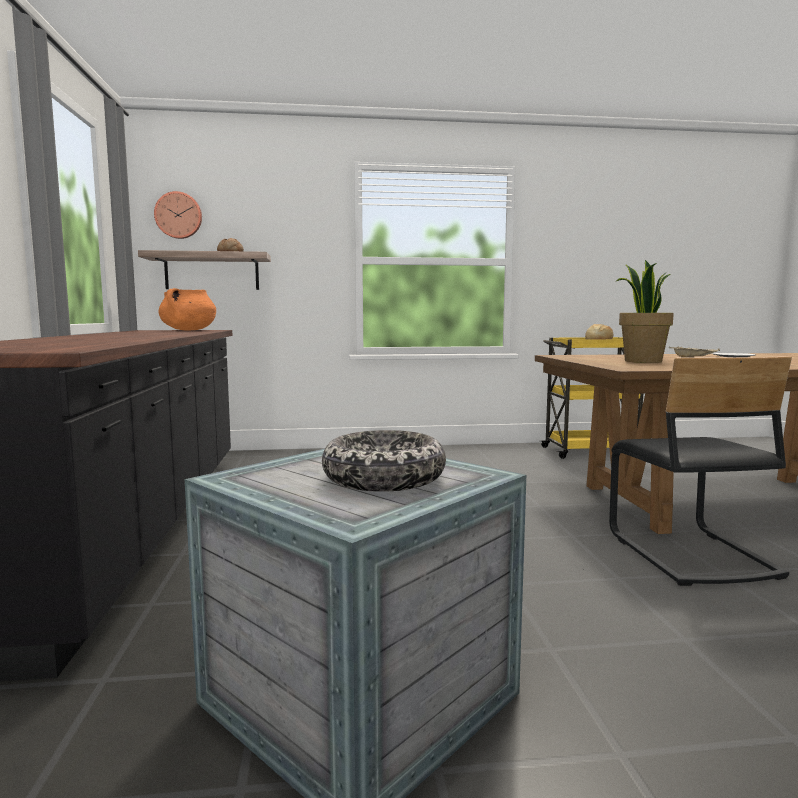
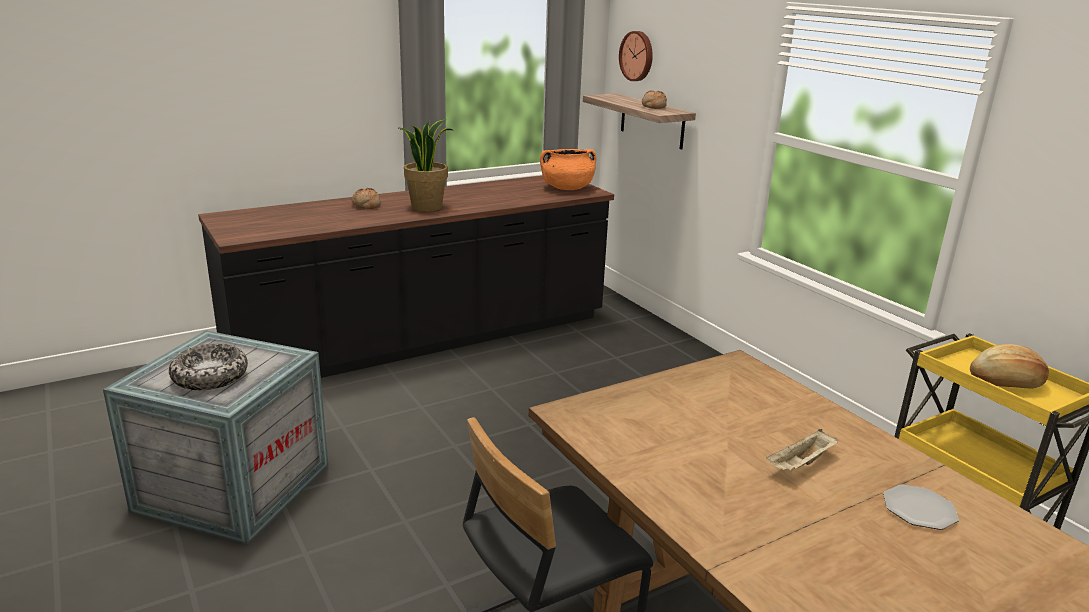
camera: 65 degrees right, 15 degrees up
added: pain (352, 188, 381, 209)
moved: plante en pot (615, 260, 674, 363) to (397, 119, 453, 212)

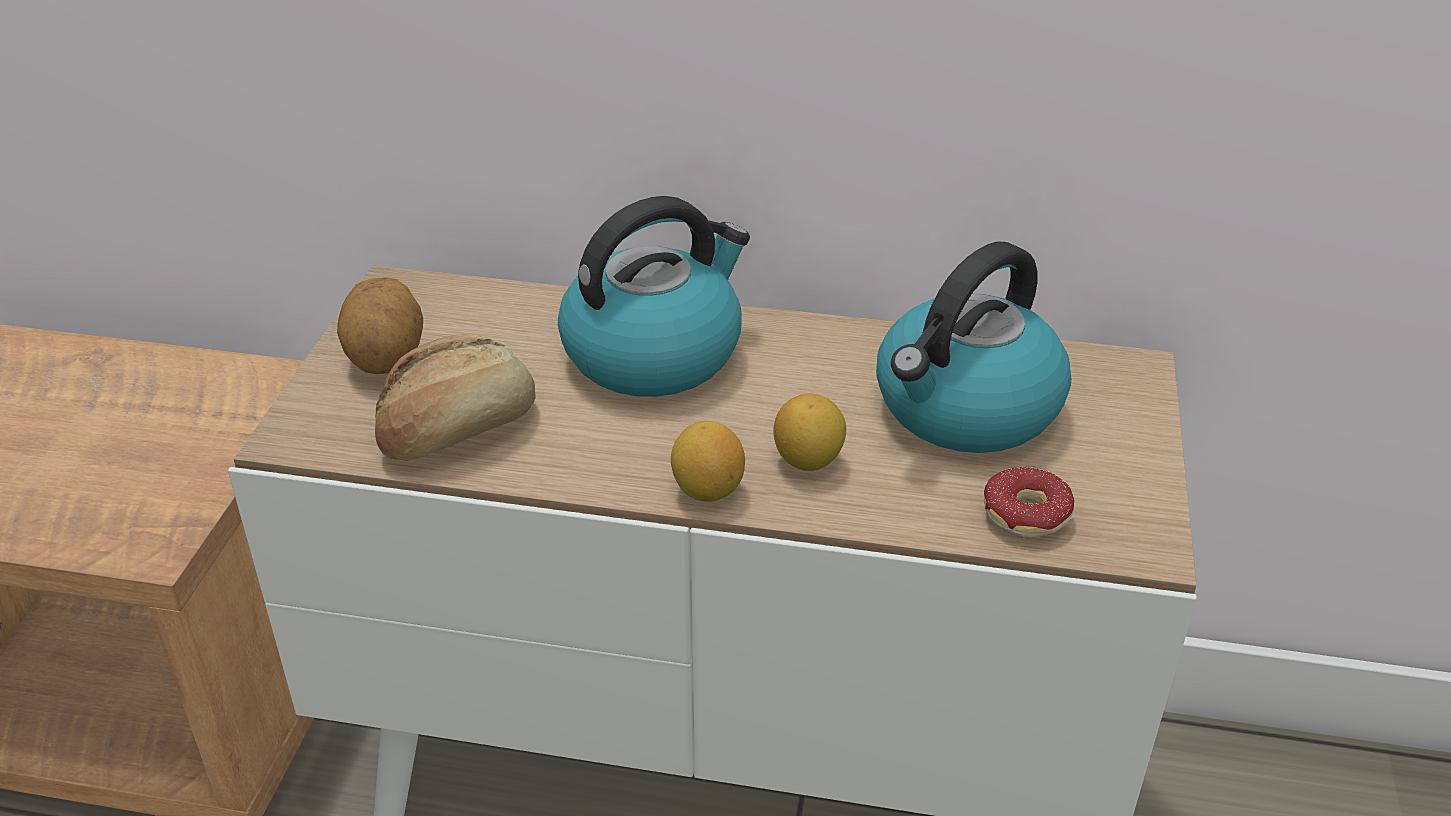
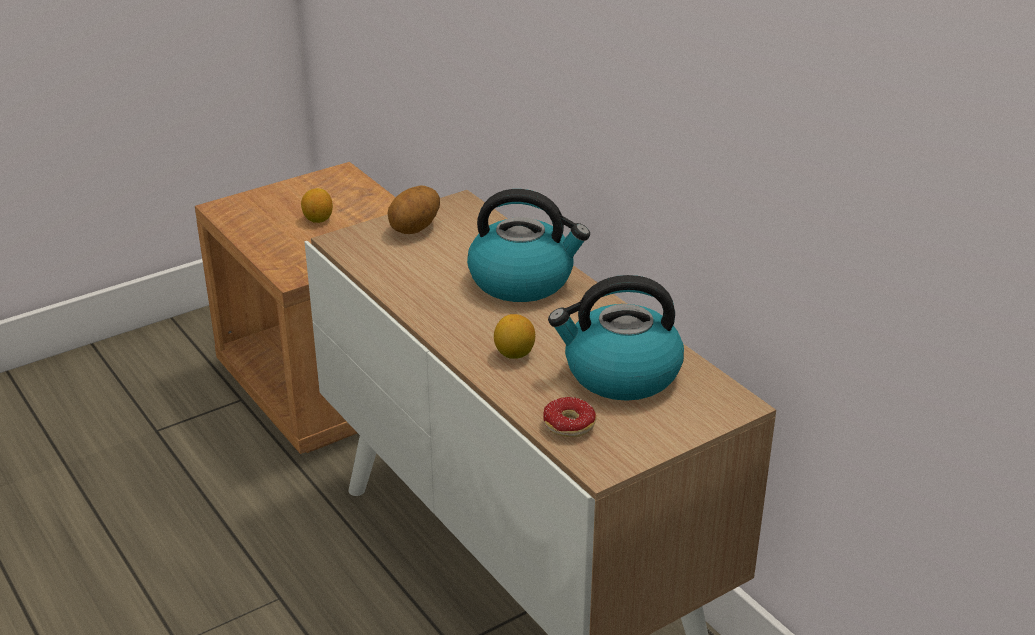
camera: 45 degrees right, 5 degrees down
removed: pain (375, 334, 536, 461)
moved: citron (671, 421, 745, 502) to (301, 188, 333, 223)

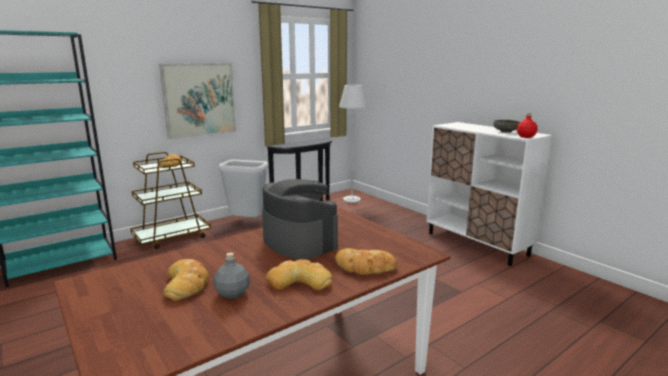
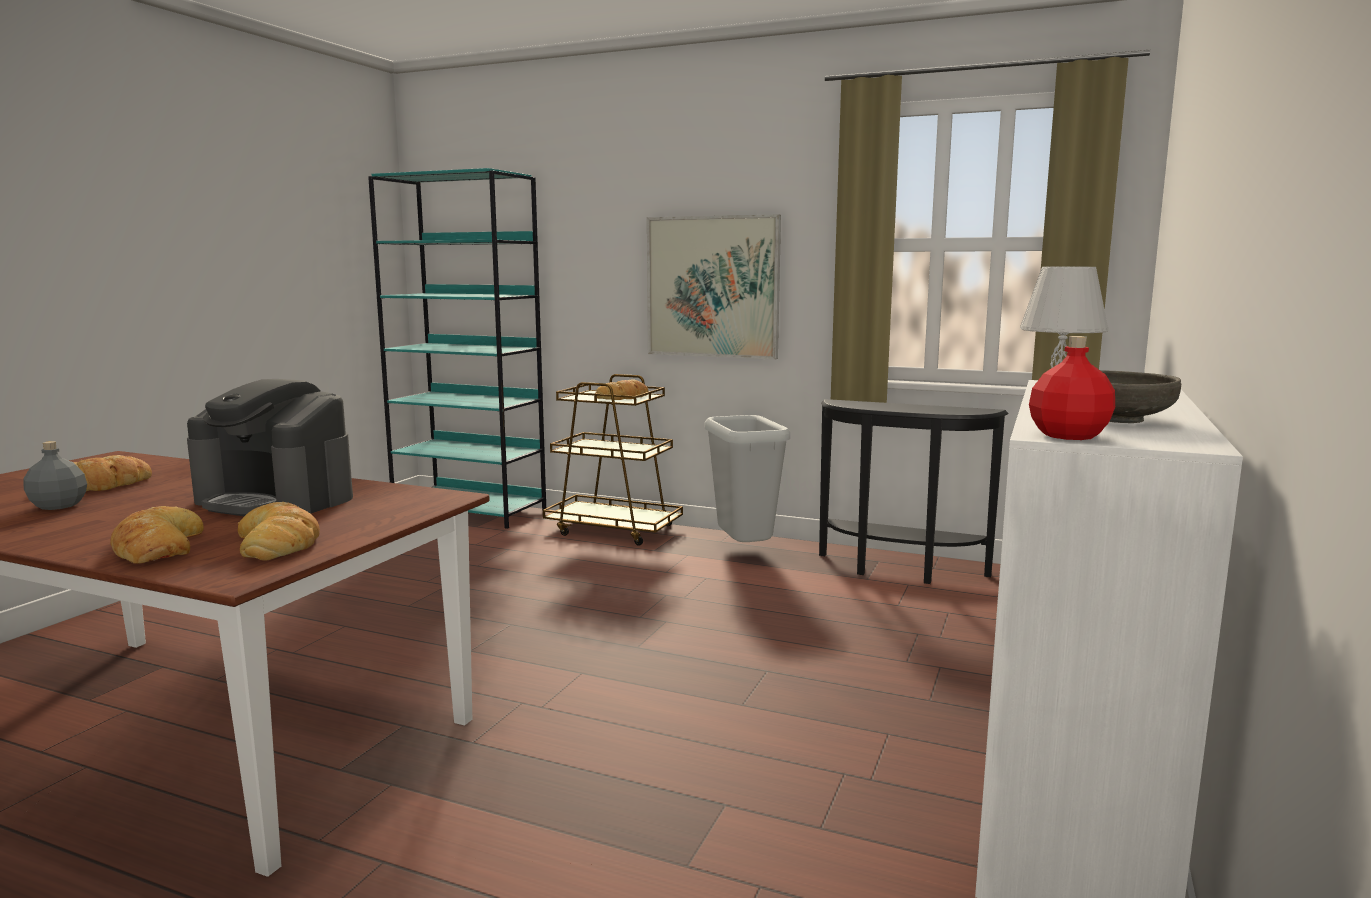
camera: 60 degrees right, 5 degrees down
moved: pain (266, 259, 332, 291) to (238, 502, 320, 561)
turned: machine à café (262, 179, 338, 259) = (187, 379, 353, 516) 90 degrees clockwise

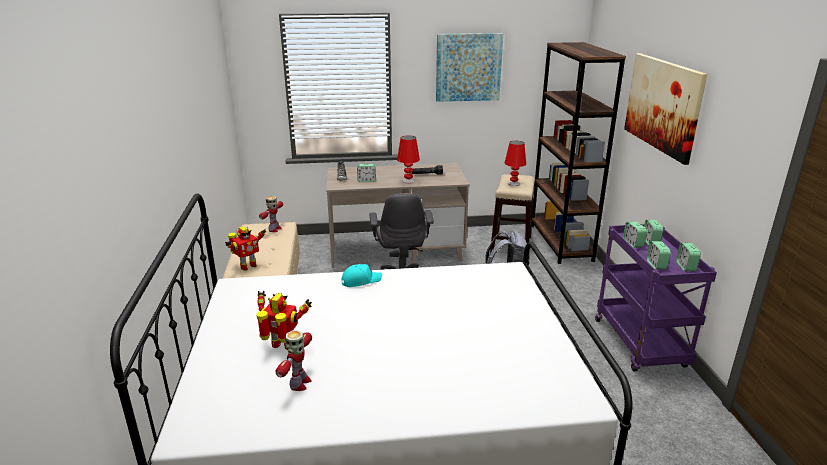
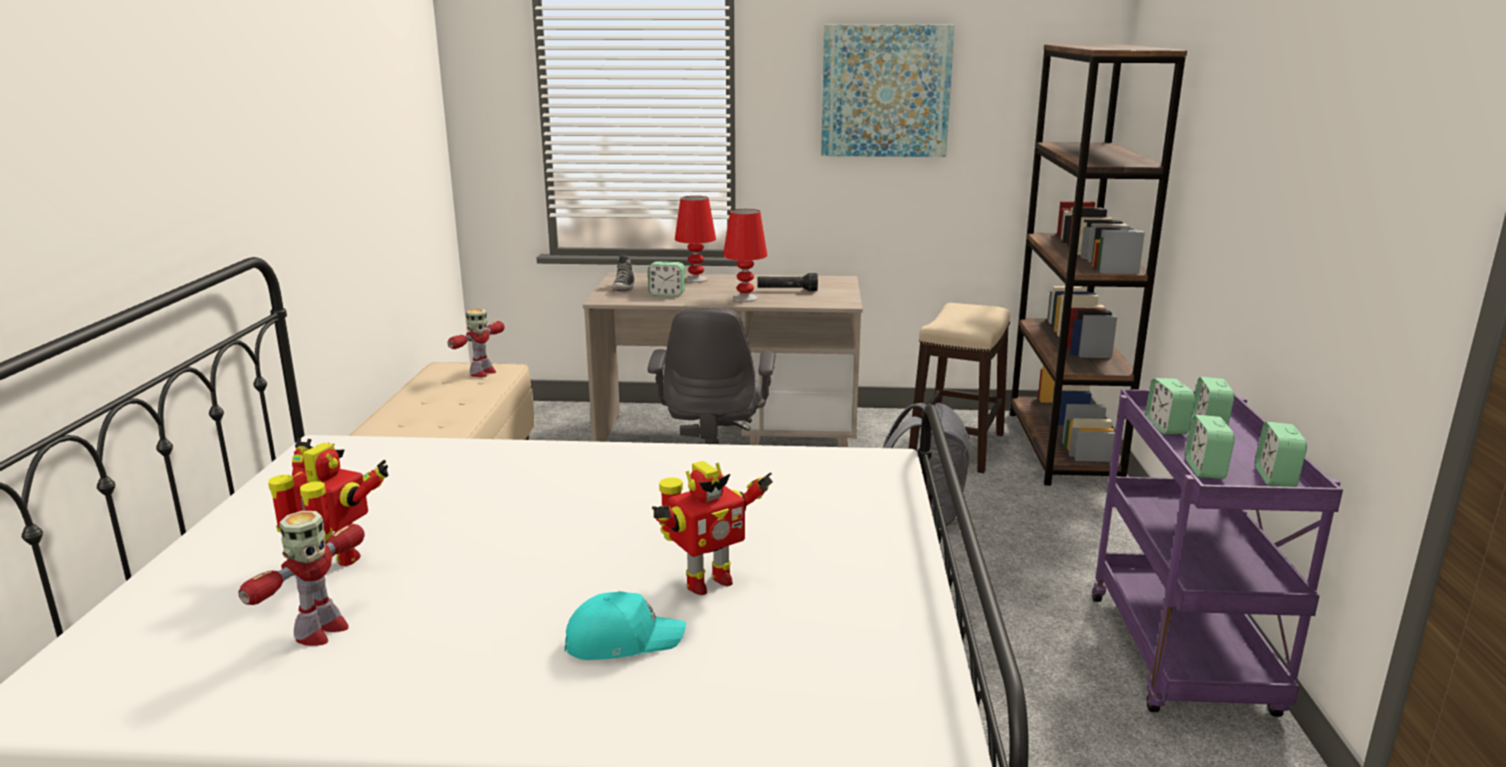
camera: 10 degrees right, 5 degrees down
removed: tableau (624, 53, 707, 165)
moved: robot jouet (225, 226, 267, 271) to (652, 461, 773, 595); casquette (turquoise) (341, 264, 382, 287) to (565, 591, 686, 660); lampe de table (rouge) (505, 141, 526, 186) to (675, 196, 716, 283)

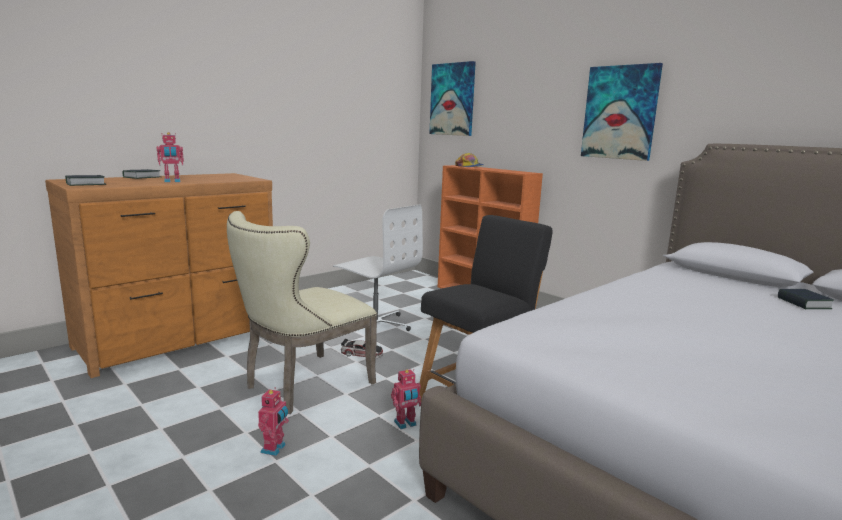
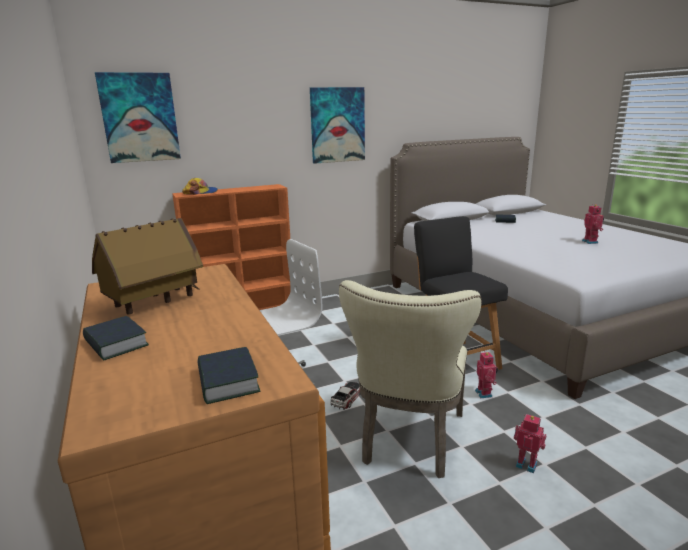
camera: 70 degrees left, 5 degrees up
added: maison miniature (92, 218, 203, 315)
moved: robot jouet (156, 132, 184, 182) to (582, 204, 604, 244)
turned: chaise (beige) (227, 211, 377, 414) = (339, 280, 482, 478) 45 degrees clockwise

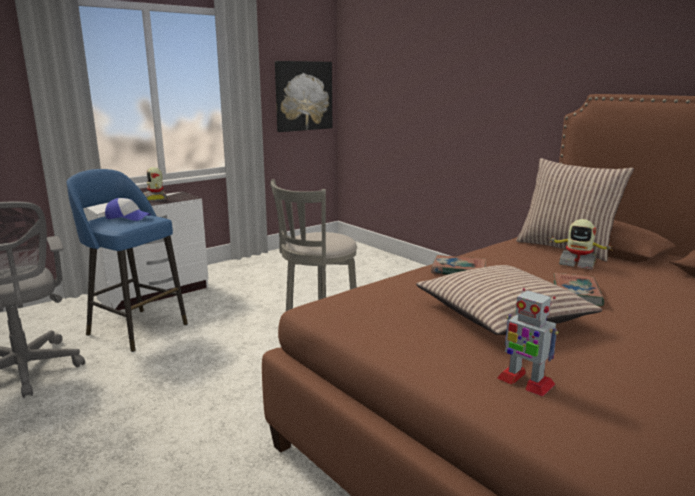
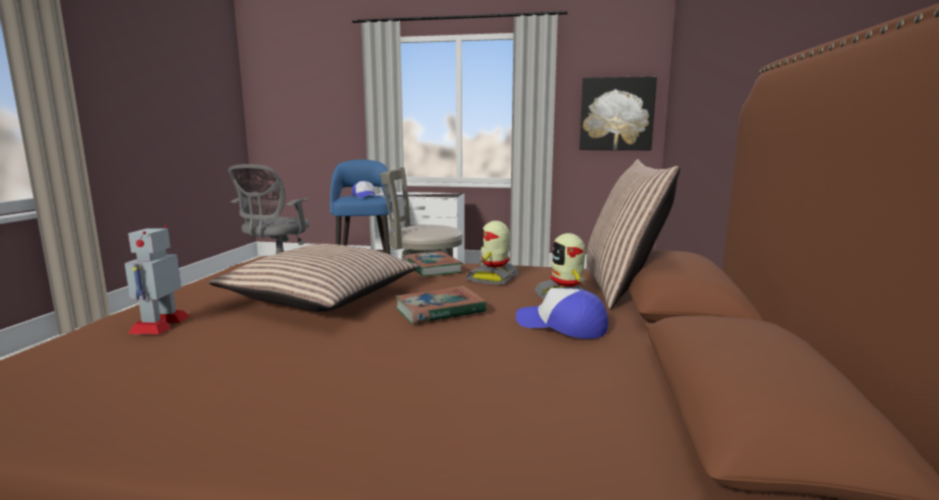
camera: 50 degrees right, 5 degrees down
added: casquette (516, 288, 608, 339)
moved: robot jouet (143, 167, 168, 202) to (465, 221, 518, 285)

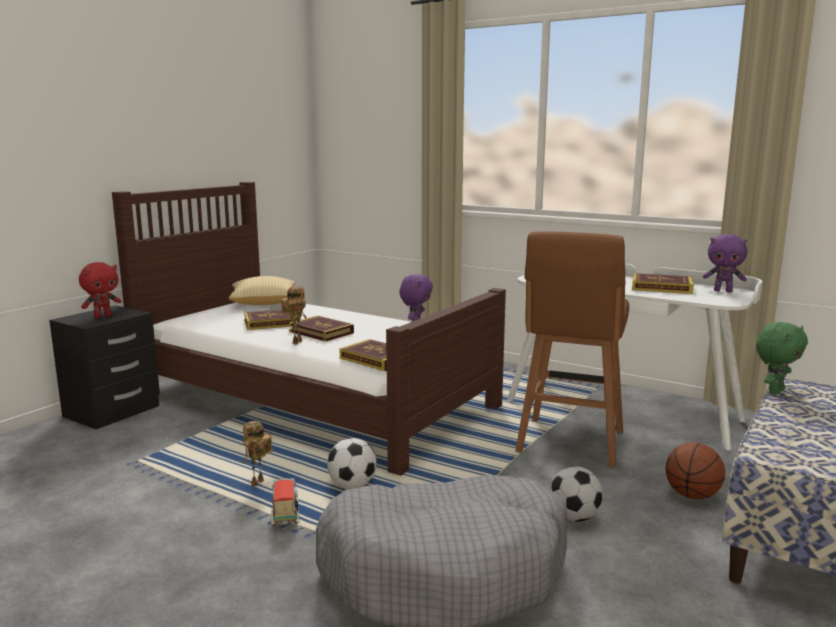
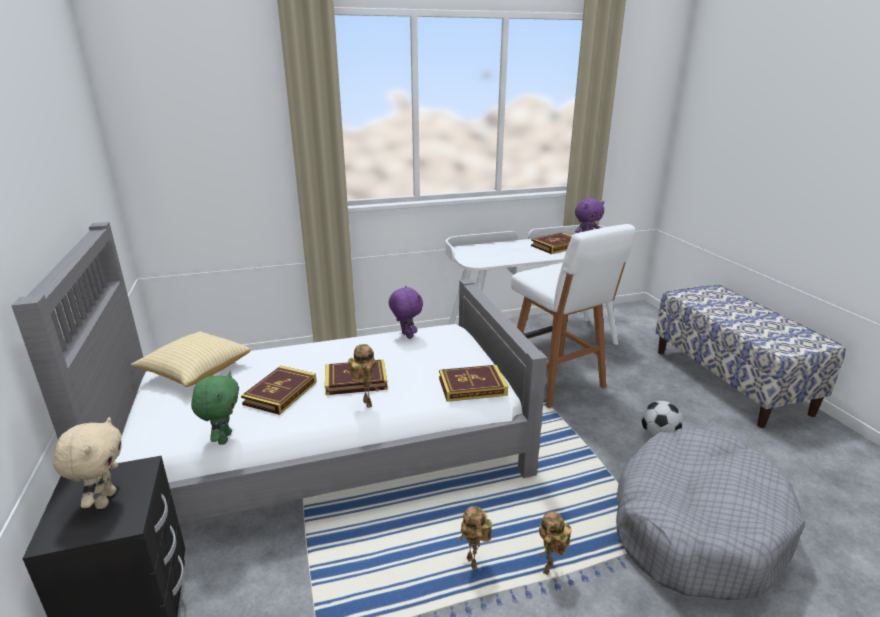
camera: 50 degrees left, 10 degrees up
removed: ballon de foot (327, 438, 377, 489); ballon de basket (666, 442, 725, 499)
moved: peluche (vert) (756, 322, 808, 395) to (191, 372, 239, 445)
replaced: camion jouet (271, 478, 300, 526) to robot jouet (539, 511, 572, 575)
recoloured: peluche (rouge) (79, 262, 122, 318) to peluche (beige) (53, 417, 122, 509); lit (marron) (112, 182, 506, 476) to lit (gris) (11, 222, 547, 524); tabouret (marron) (515, 232, 629, 467) to tabouret (blanc) (511, 224, 636, 408)

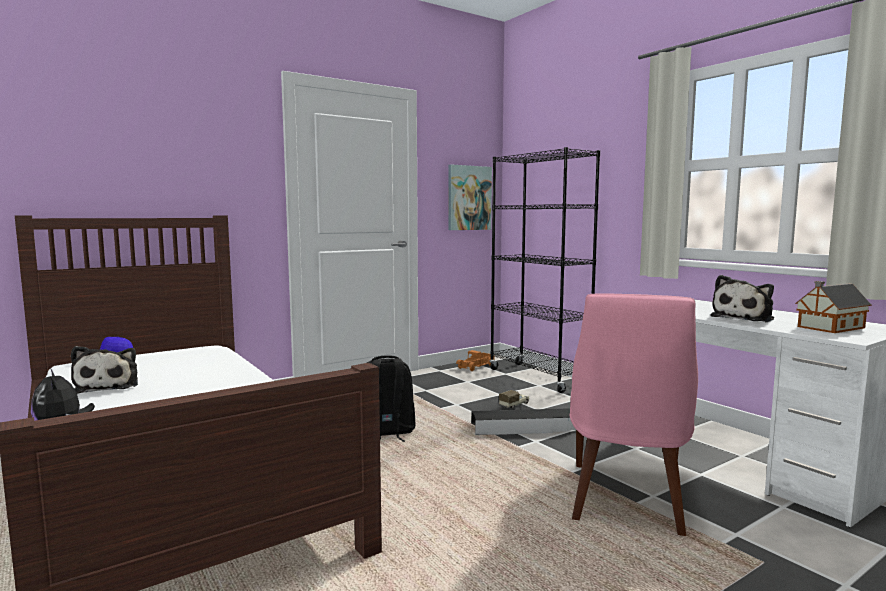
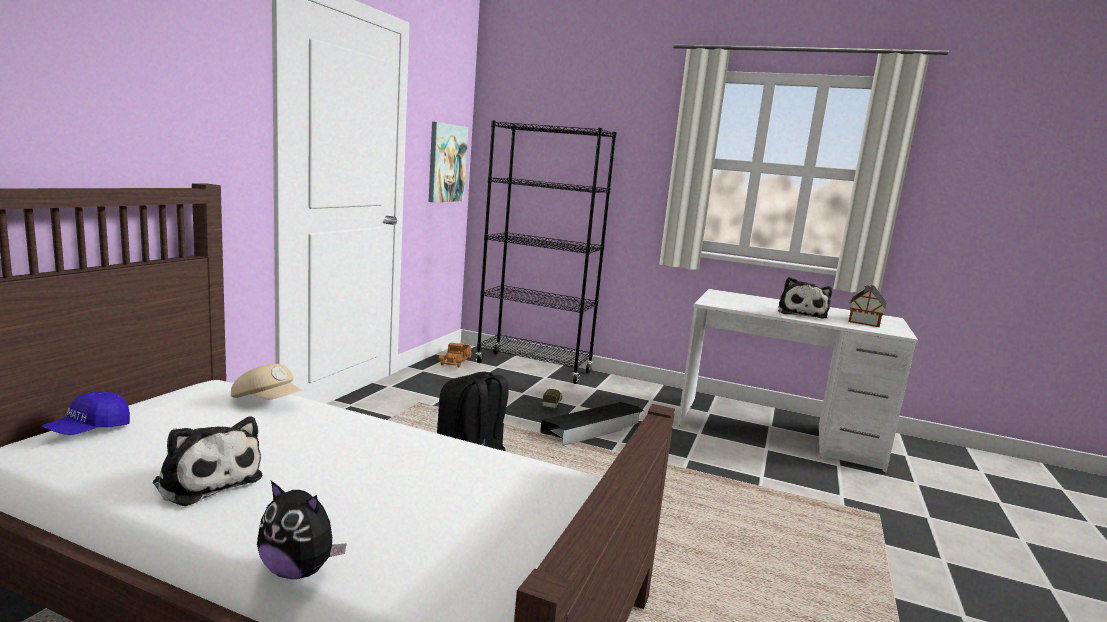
camera: 35 degrees left, 5 degrees up
removed: chaise (rose) (570, 293, 698, 536)
added: casquette (beige) (231, 364, 302, 400)

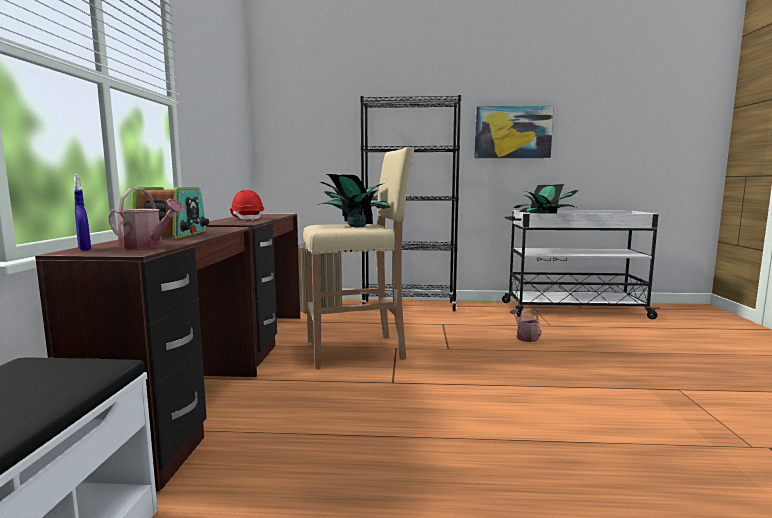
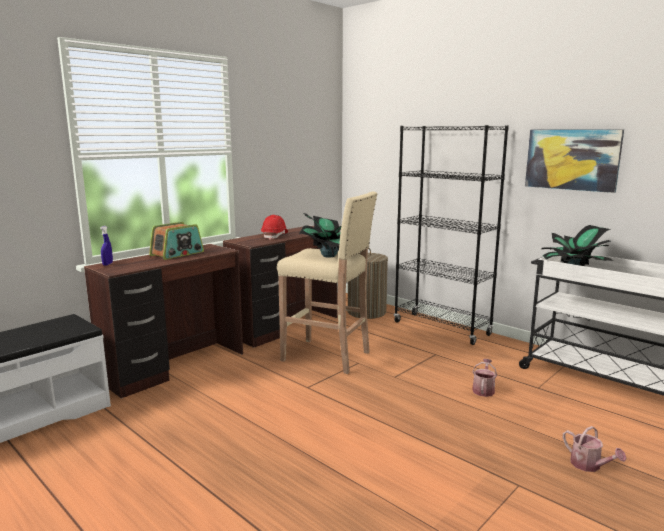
camera: 40 degrees right, 5 degrees up
moved: arrosoir (108, 188, 185, 249) to (563, 426, 626, 472)

